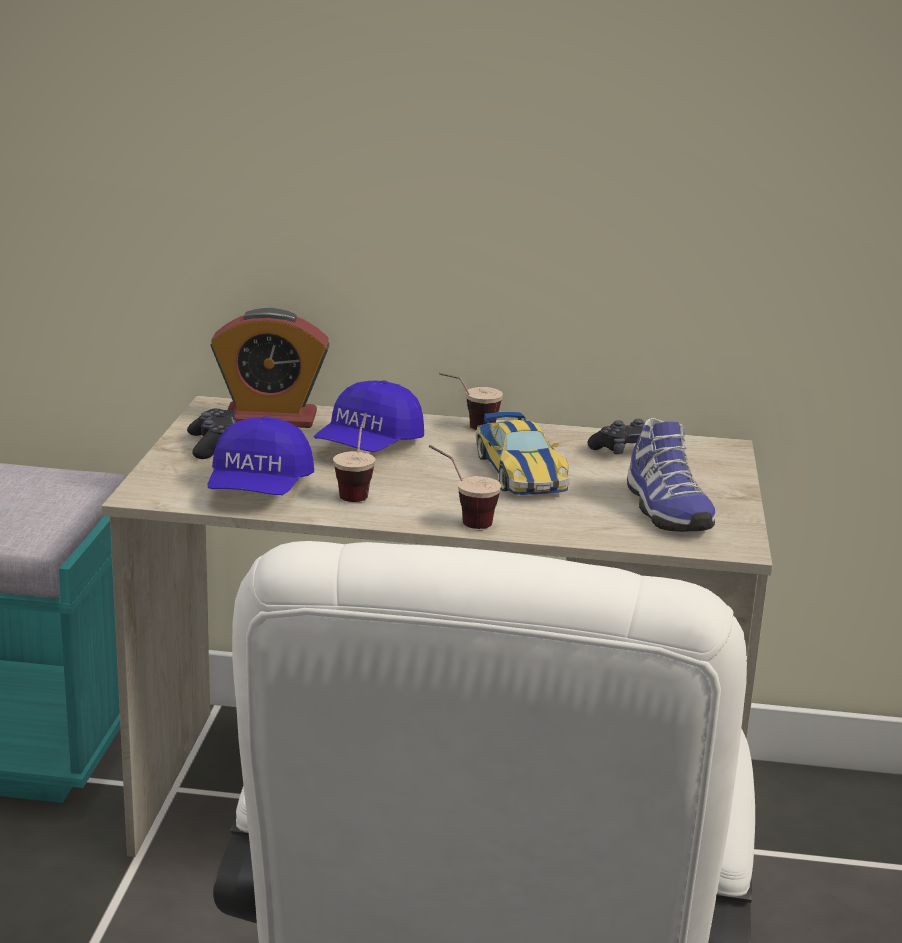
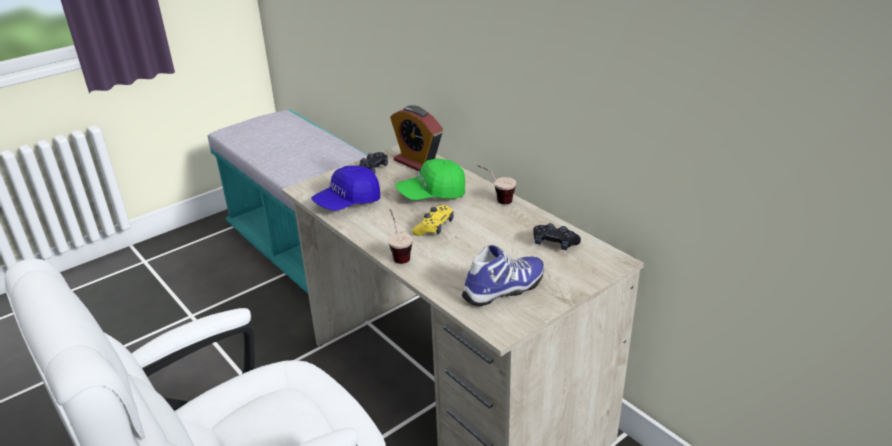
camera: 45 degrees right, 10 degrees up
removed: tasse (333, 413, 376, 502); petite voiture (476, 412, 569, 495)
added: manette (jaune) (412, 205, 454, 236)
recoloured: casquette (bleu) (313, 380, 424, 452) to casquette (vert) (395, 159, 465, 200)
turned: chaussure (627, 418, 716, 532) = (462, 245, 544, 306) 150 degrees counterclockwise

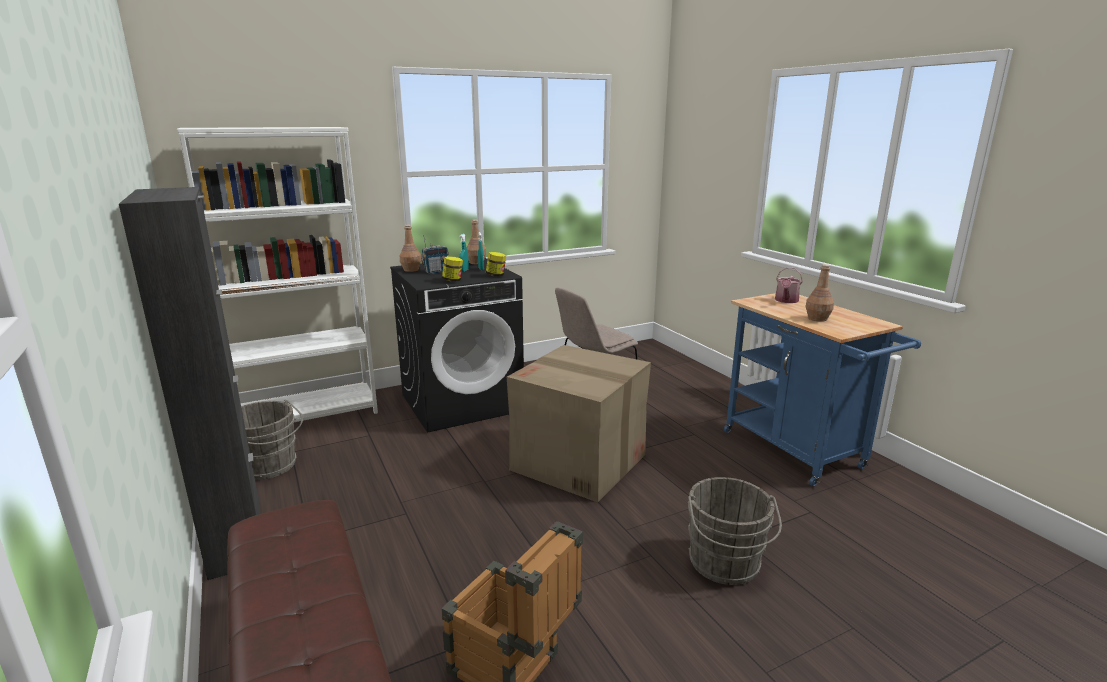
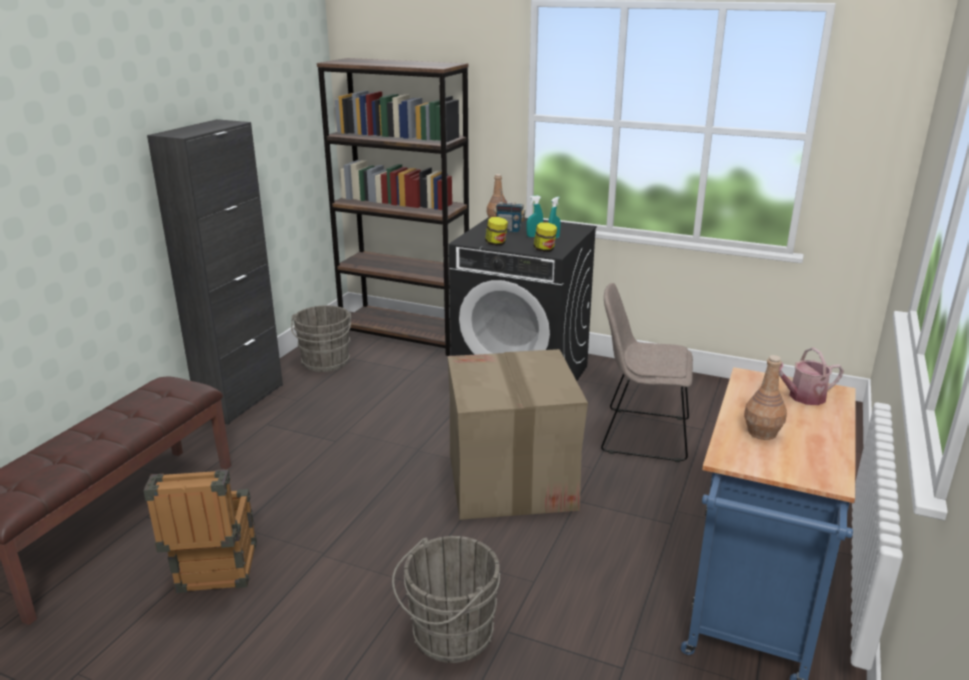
camera: 50 degrees right, 5 degrees up
removed: bouteille (marron) (467, 219, 486, 264)
recoloured: bibliothèque (blanc) (177, 127, 378, 422) to bibliothèque (marron) (317, 58, 469, 356)

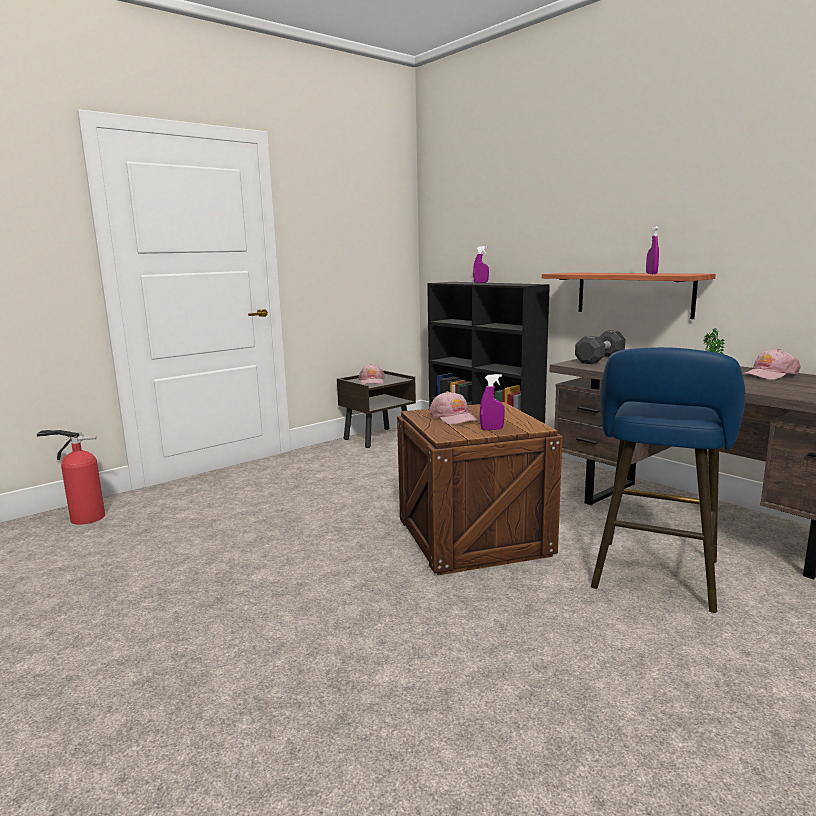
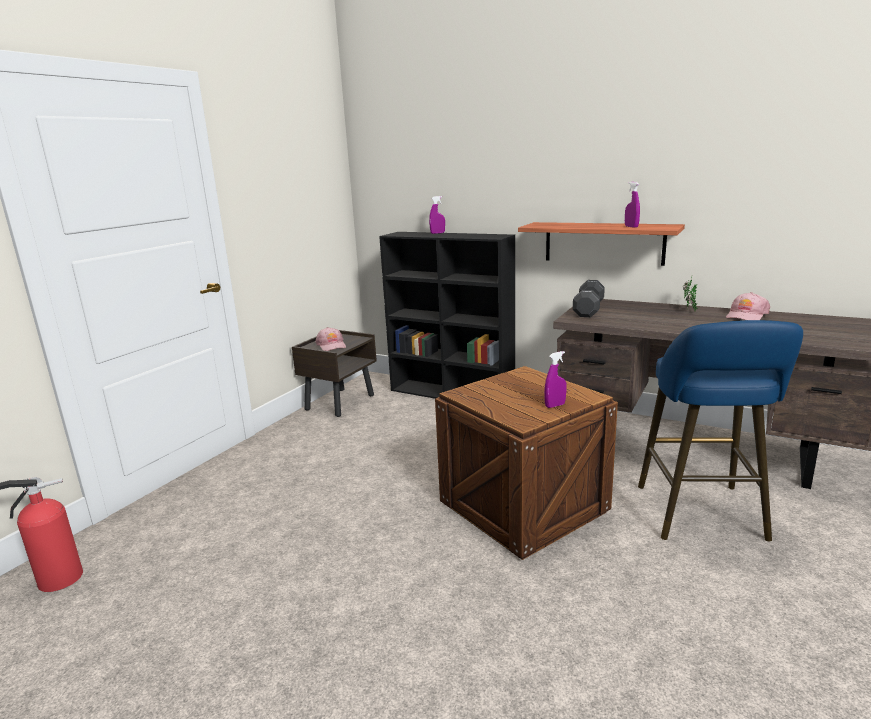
camera: 20 degrees left, 5 degrees up
removed: casquette (rose) (429, 391, 478, 425)

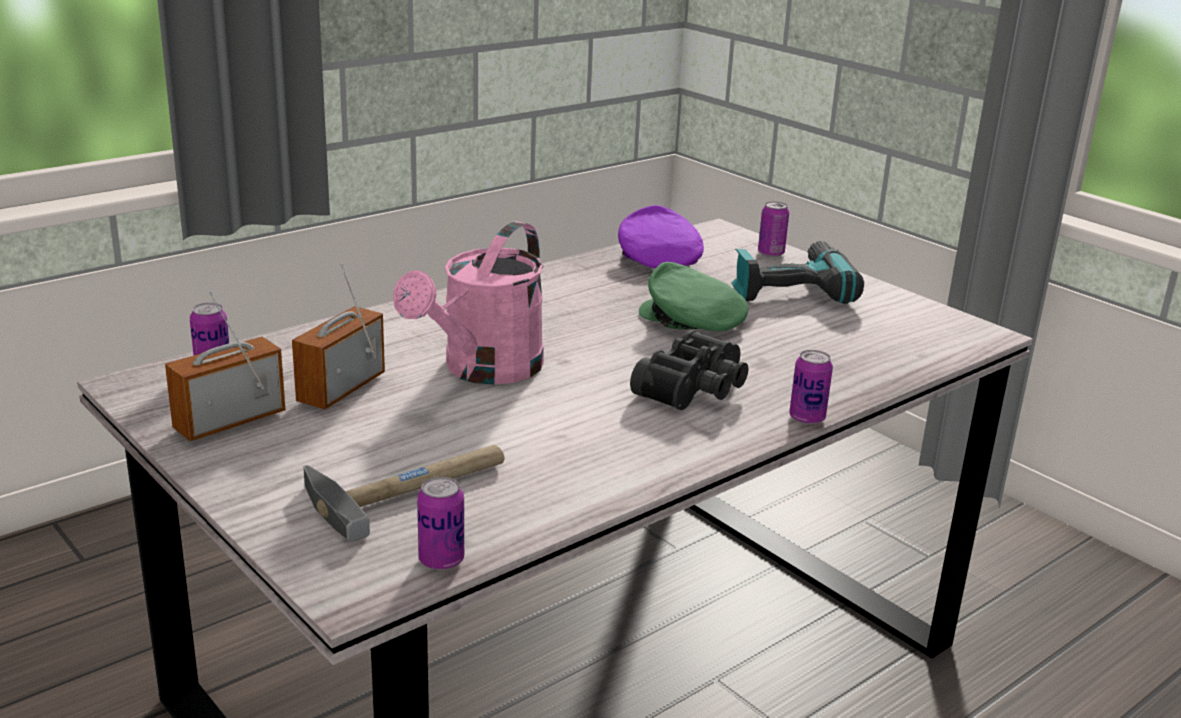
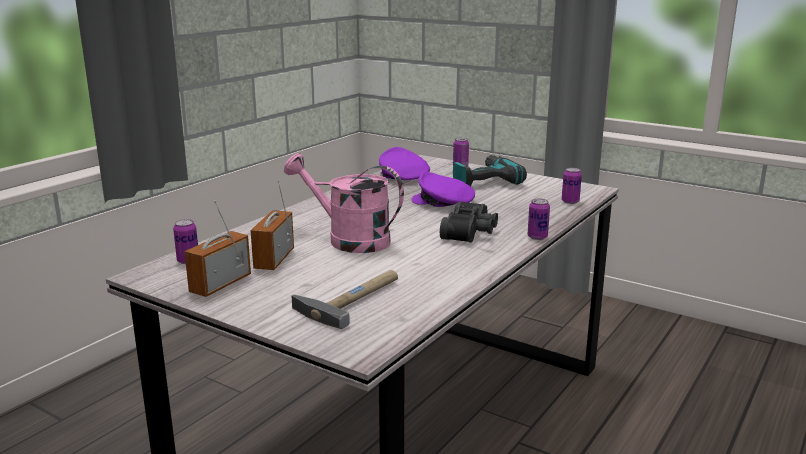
camera: 15 degrees left, 5 degrees down
moved: boîte métallique (417, 477, 464, 570) to (562, 168, 582, 204)
recoloured: casquette (vert) (639, 262, 748, 331) to casquette (violet) (412, 171, 475, 207)
turned: arrosoir (rose) (393, 221, 544, 385) = (284, 153, 404, 253) 105 degrees clockwise

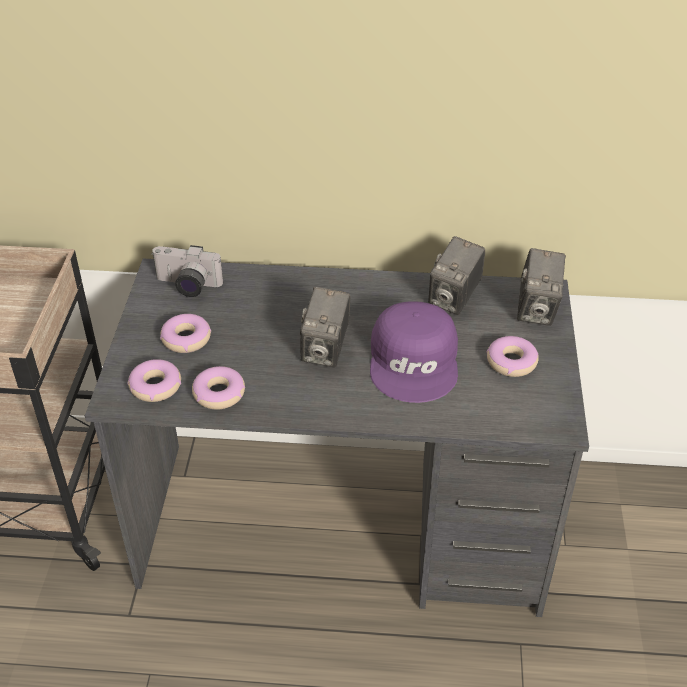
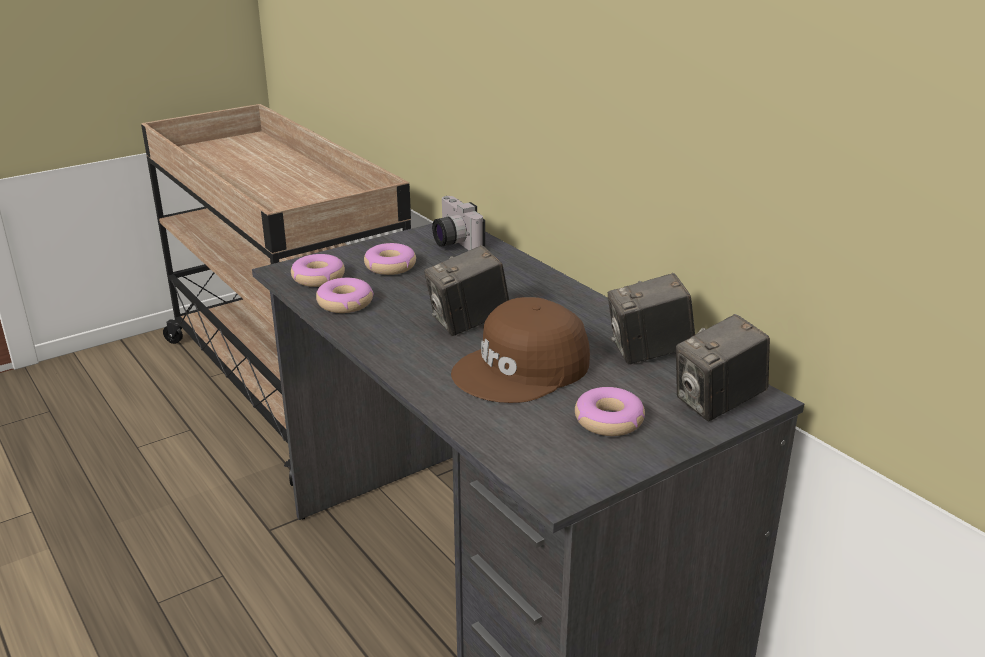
camera: 50 degrees right, 15 degrees down
recoloured: casquette (violet) (370, 301, 458, 403) to casquette (marron) (451, 297, 590, 403)

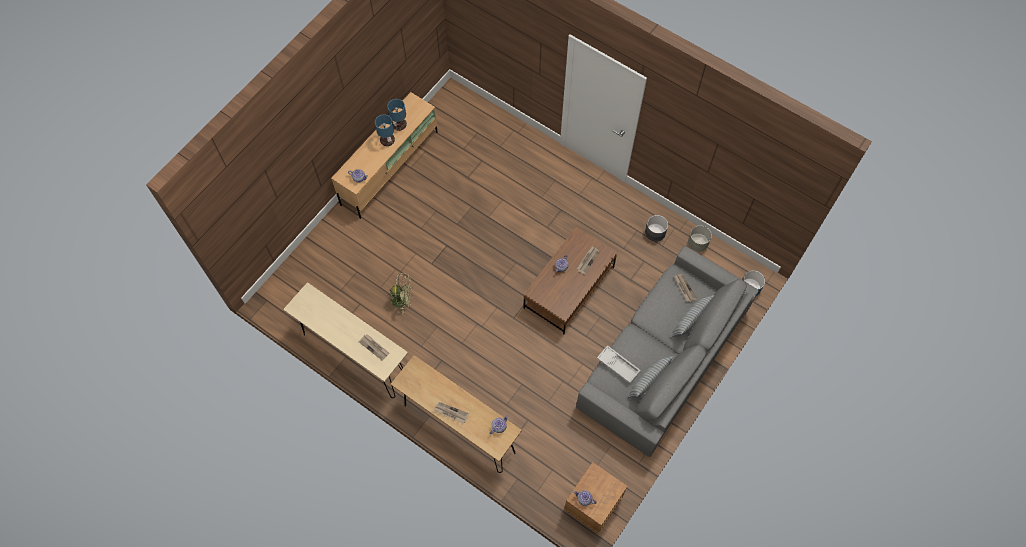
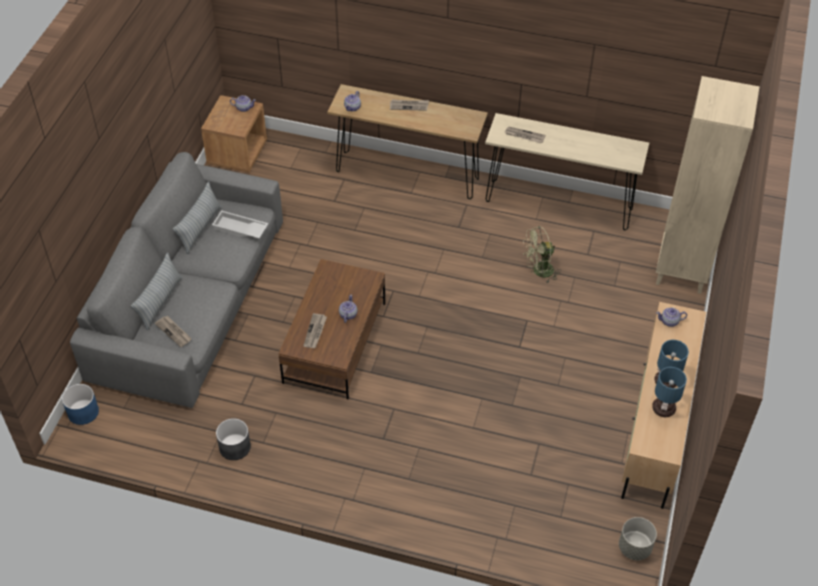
camera: 160 degrees right, 15 degrees down
added: bibliothèque (beige) (656, 76, 759, 294)
moved: cache-pot (gris) (688, 226, 712, 252) to (619, 517, 657, 560)

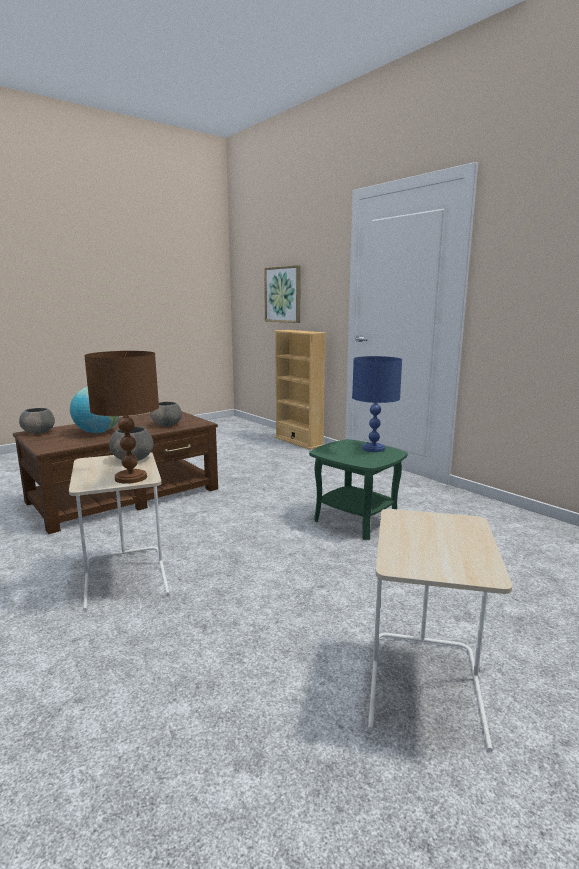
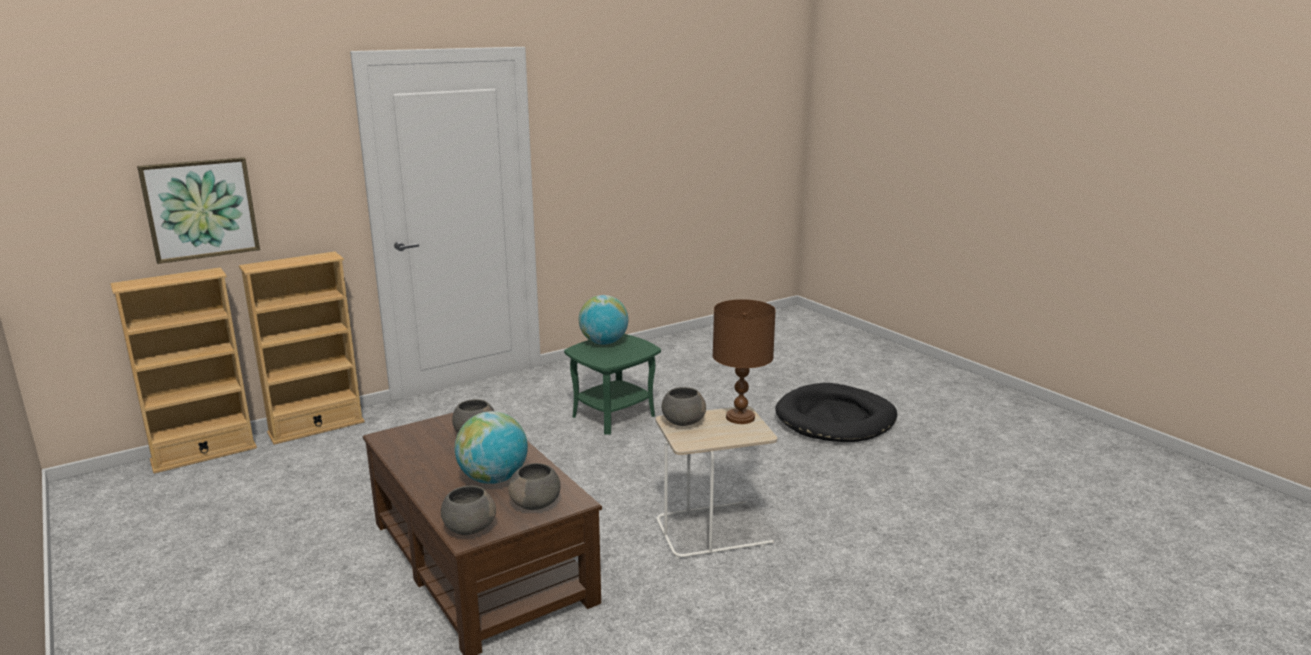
camera: 85 degrees left, 5 degrees up
added: bibliothèque (beige) (110, 268, 257, 474); bol (gris) (508, 463, 561, 510)
replaced: lampe de table (bleu) (352, 356, 402, 452) to globe (579, 295, 628, 345); table d'appoint (beige) (368, 509, 512, 752) to panier pour chien (noir) (775, 383, 897, 442)

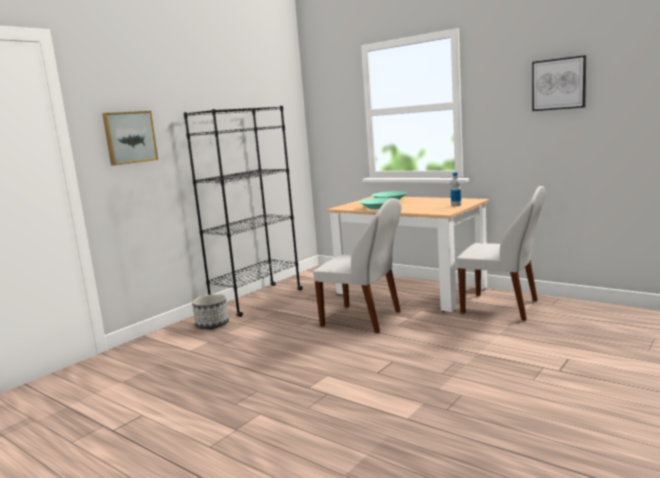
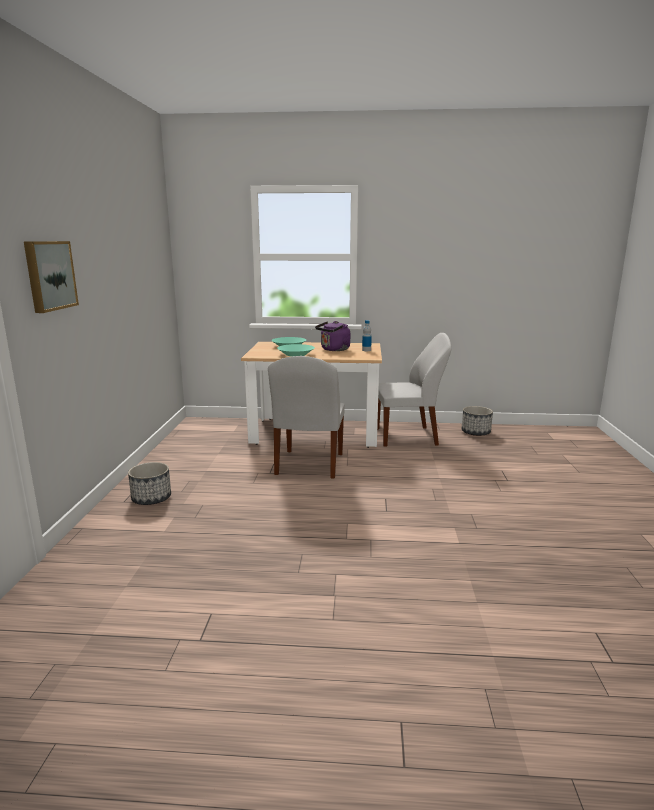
camera: 35 degrees left, 5 degrees up
removed: bibliothèque (noir) (184, 106, 303, 317); tableau (532, 55, 586, 111)
added: bouilloire (violet) (315, 321, 350, 351); cache-pot (462, 406, 493, 436)
turned: chaise (blanc) (313, 198, 402, 333) = (268, 356, 345, 479) 105 degrees clockwise

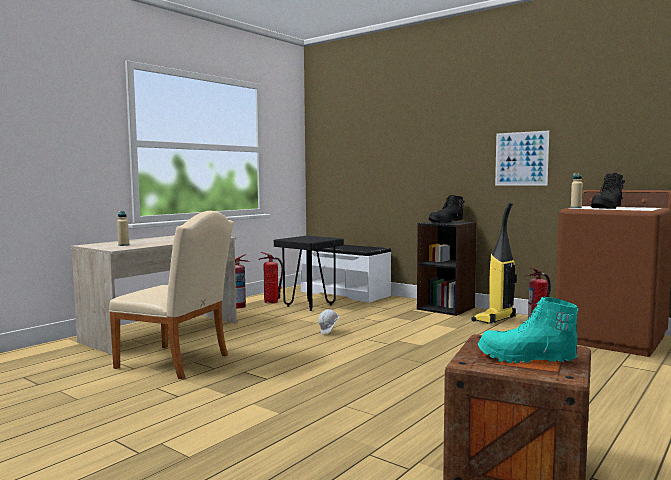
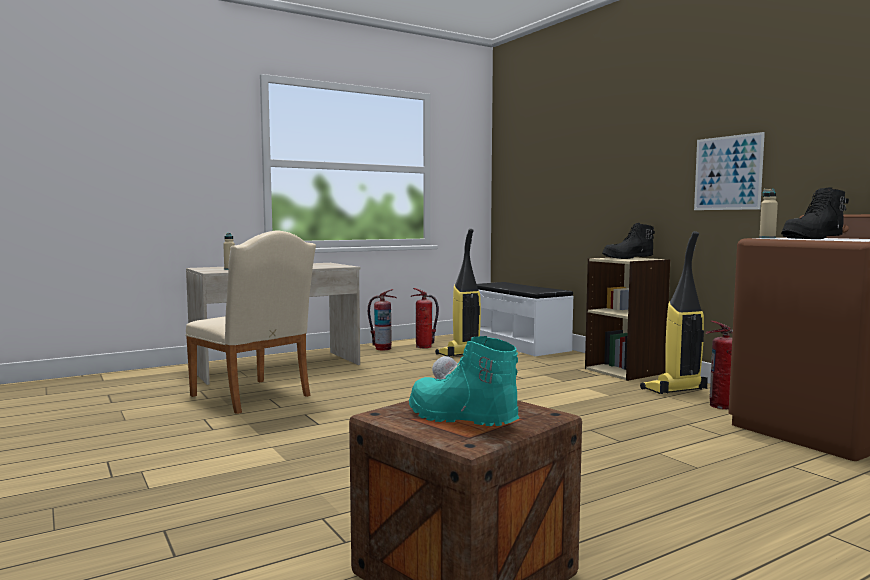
camera: 20 degrees right, 0 degrees up
replaced: tabouret (noir) (274, 236, 344, 311) to aspirateur (435, 229, 481, 357)
recoloured: bibliothèque (noir) (417, 221, 477, 316) to bibliothèque (beige) (585, 257, 670, 381)

